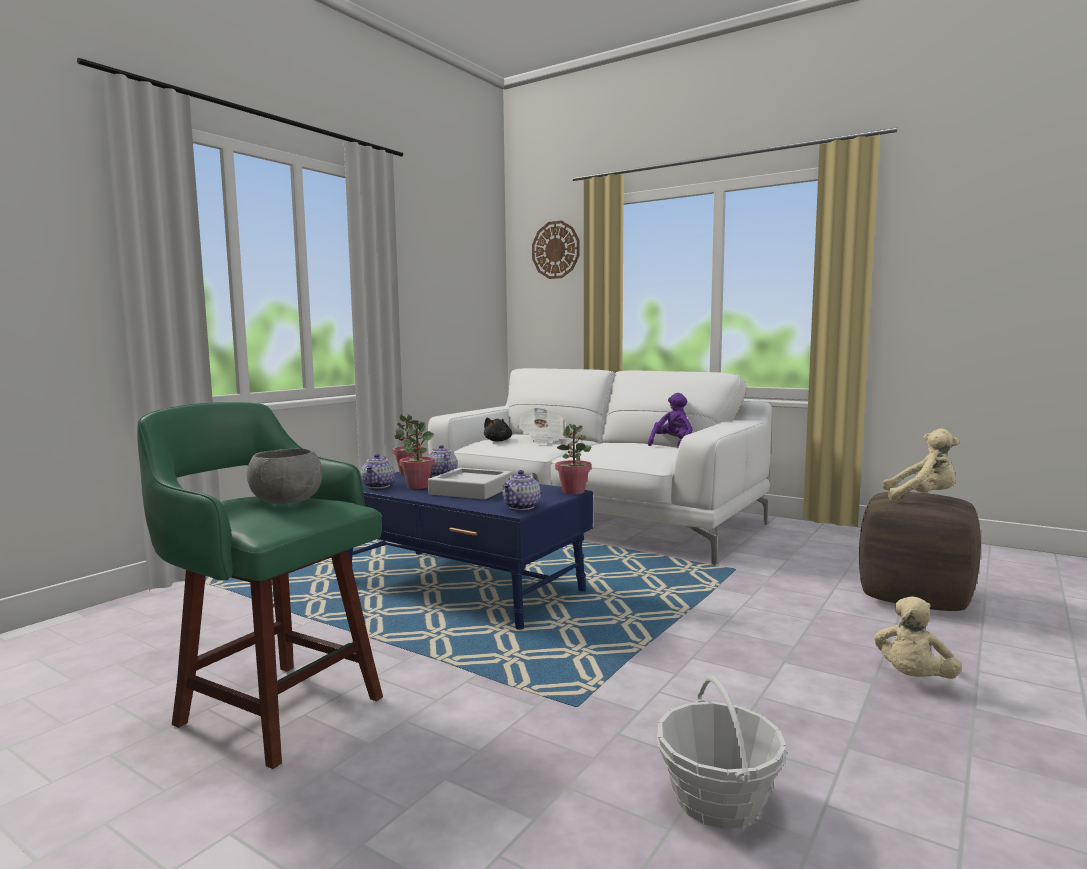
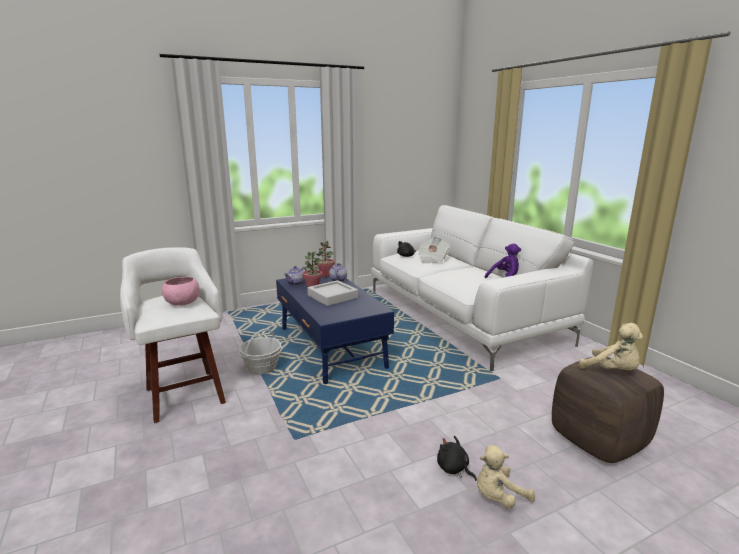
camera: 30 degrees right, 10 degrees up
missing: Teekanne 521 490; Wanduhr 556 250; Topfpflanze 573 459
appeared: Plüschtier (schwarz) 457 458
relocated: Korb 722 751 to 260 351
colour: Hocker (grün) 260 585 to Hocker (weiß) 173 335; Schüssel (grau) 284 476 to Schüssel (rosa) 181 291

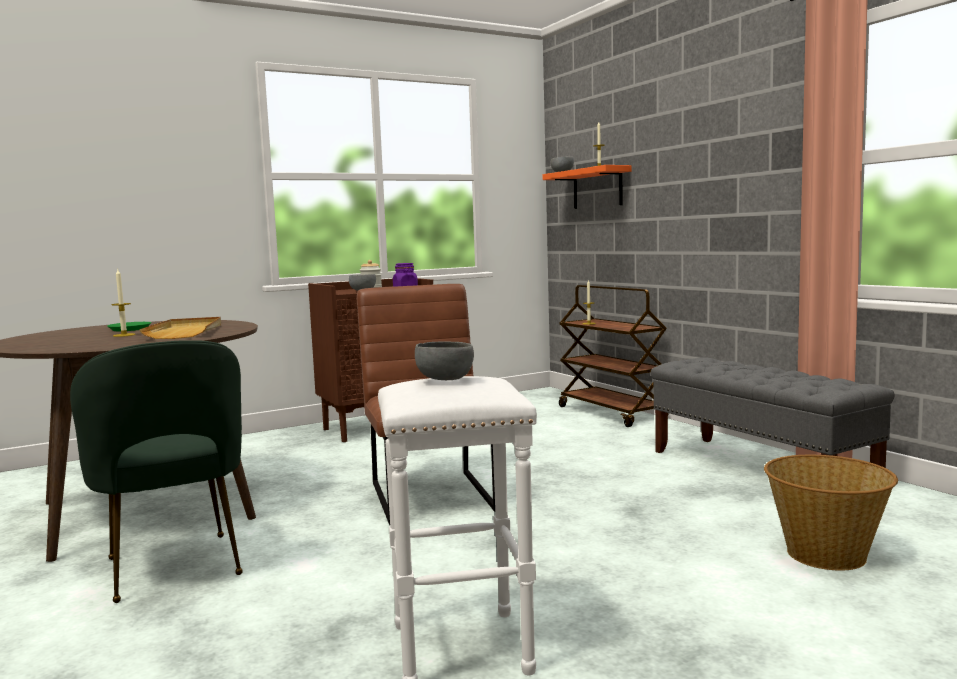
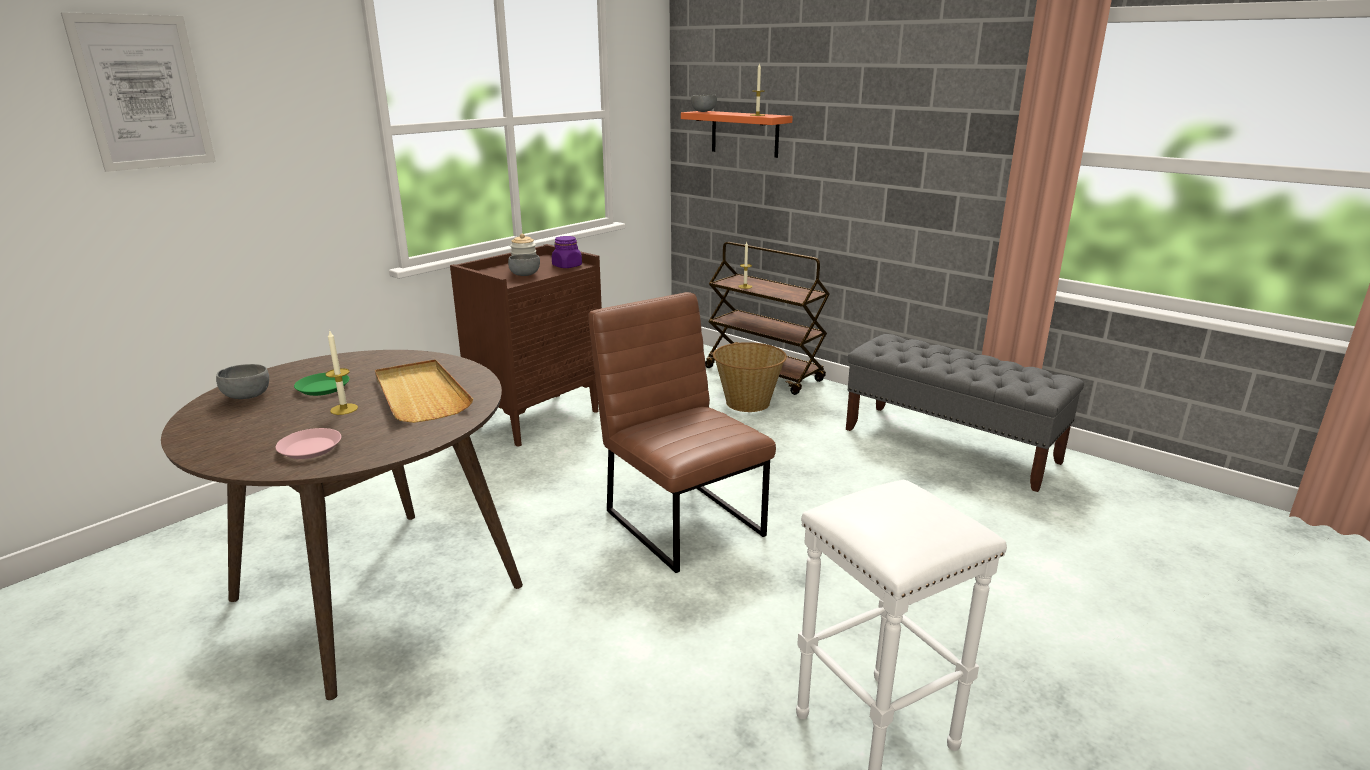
camera: 20 degrees left, 15 degrees up
missing: Stuhl (grün) 156 471
appeared: Bild 138 92; Teller (rosa) 308 443
relocated: Schüssel (grau) 444 361 to 242 381; Korb 831 513 to 750 377

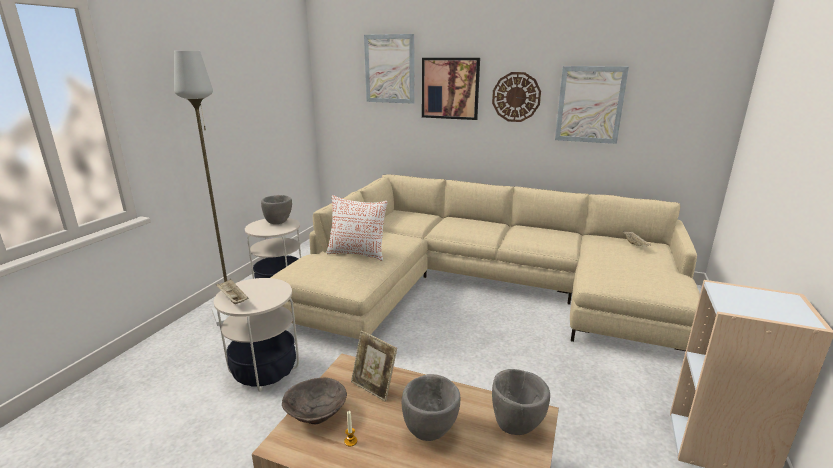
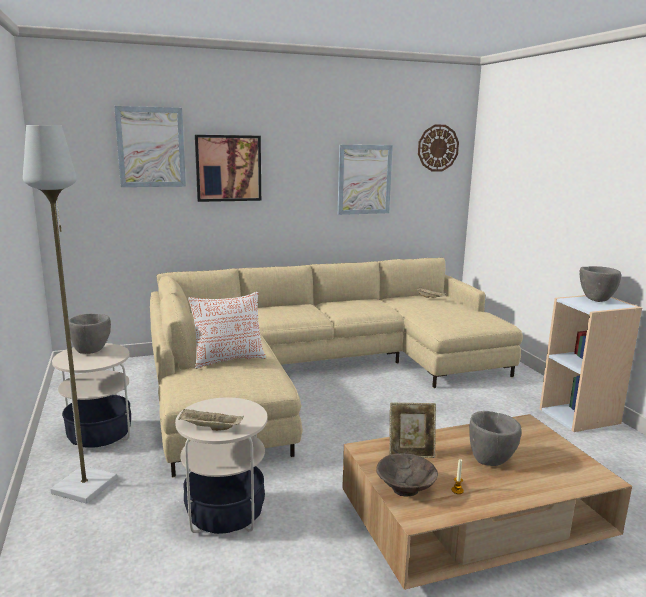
camera: 40 degrees left, 5 degrees down
relocated: Wanduhr 516 97 to 438 148; Schüssel (grau) 521 402 to 600 284

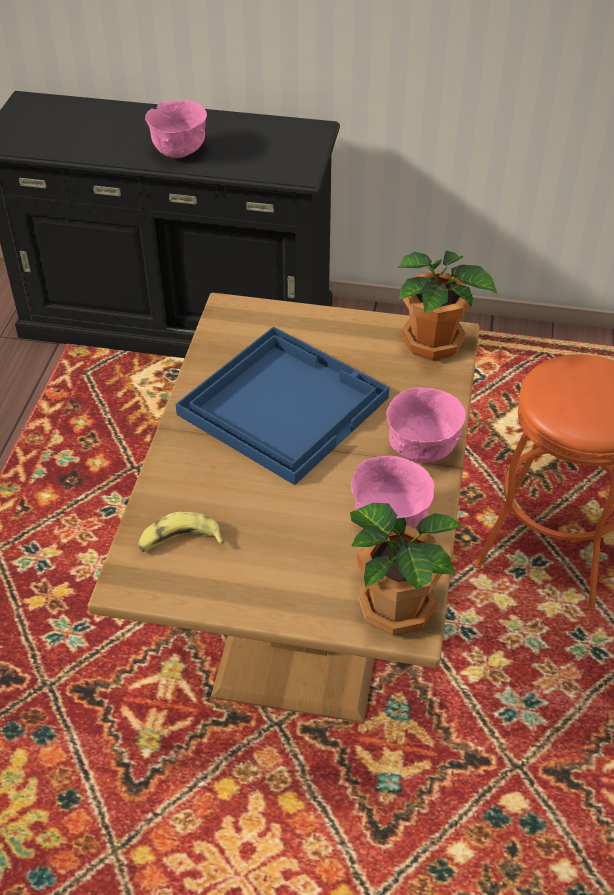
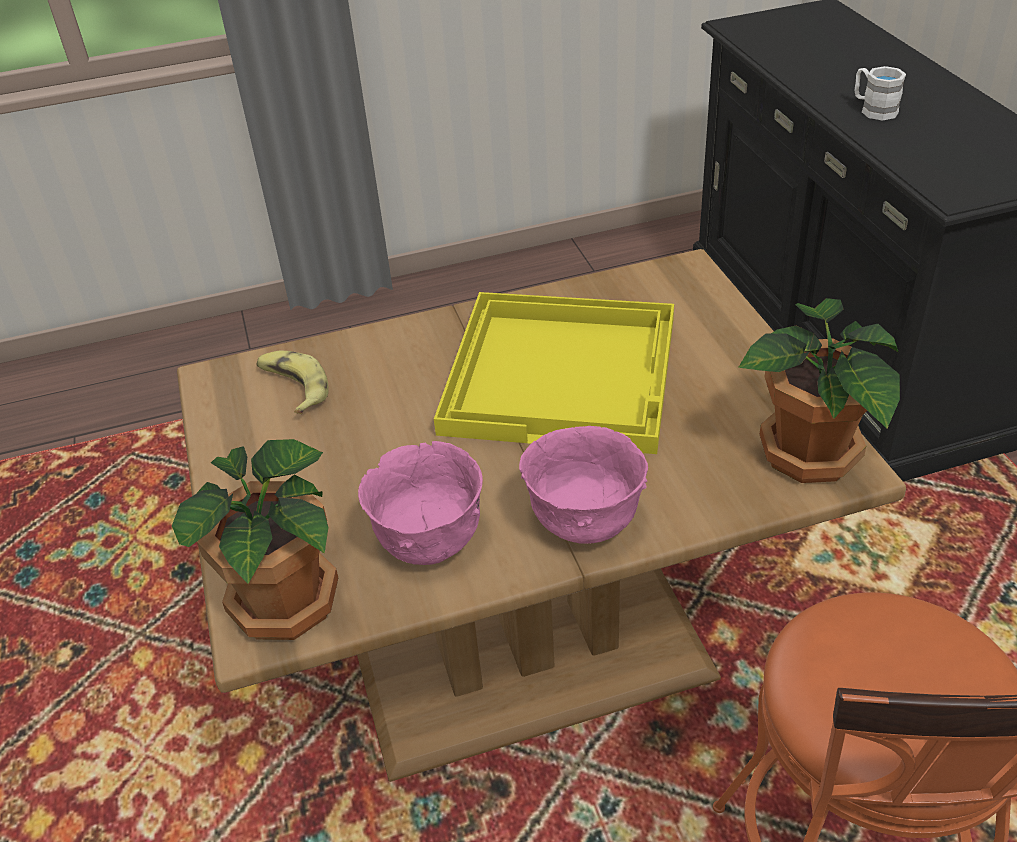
camera: 65 degrees right, 5 degrees down
exchanged: Schüssel (rosa) 176 129 to Henkelbecher (weiß) 880 93
colour: Tablett (blau) 282 405 to Tablett (gelb) 554 373

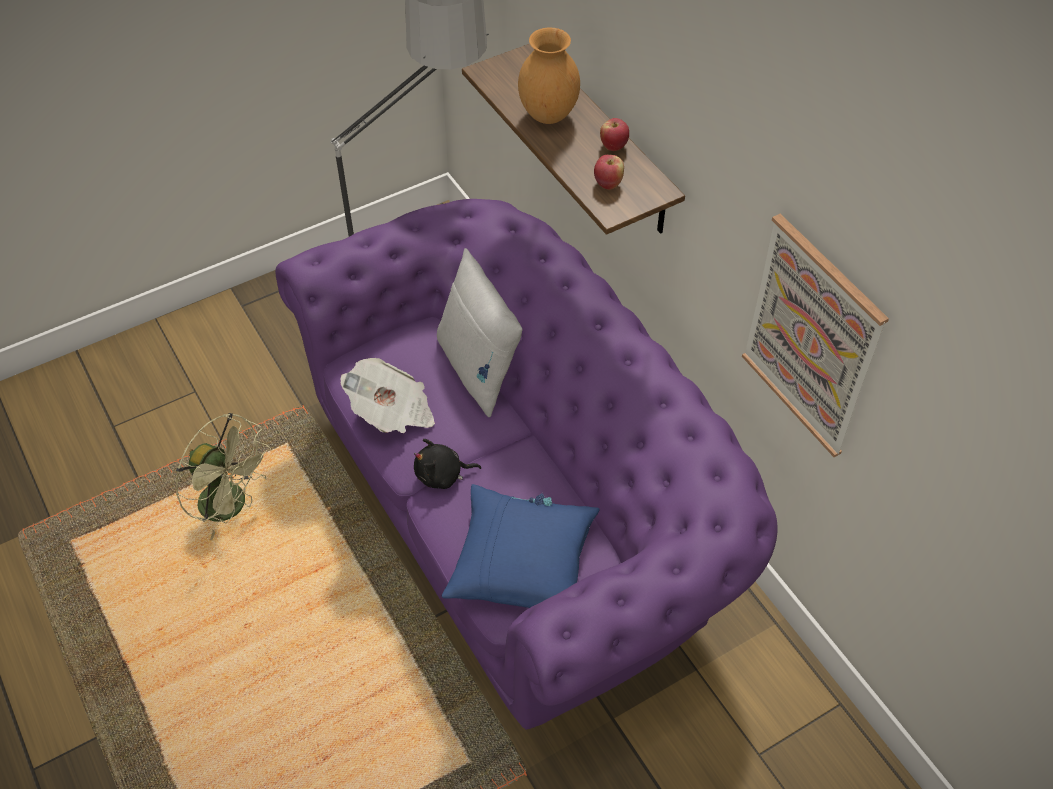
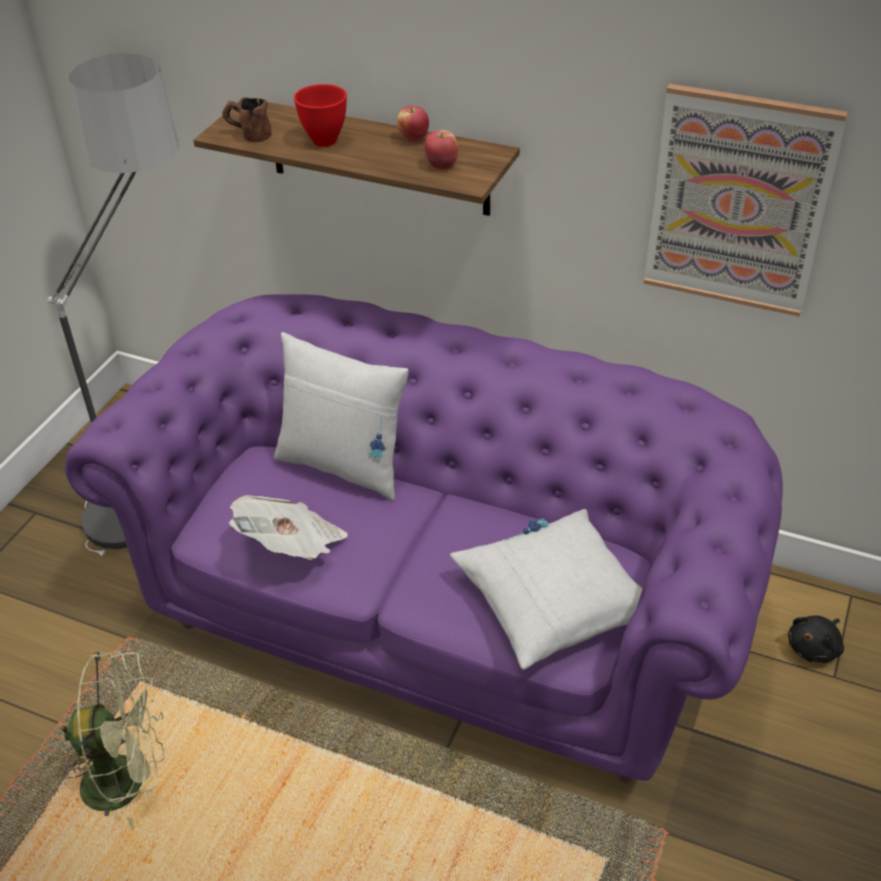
camera: 35 degrees left, 10 degrees down
appeared: Henkelbecher (braun) 246 119
relocated: Plüschtier (schwarz) 447 464 to 816 639
exchanged: Vase (braun) 549 76 to Schüssel (rot) 320 115
colour: Kissen (blau) 521 546 to Kissen (grau) 546 589

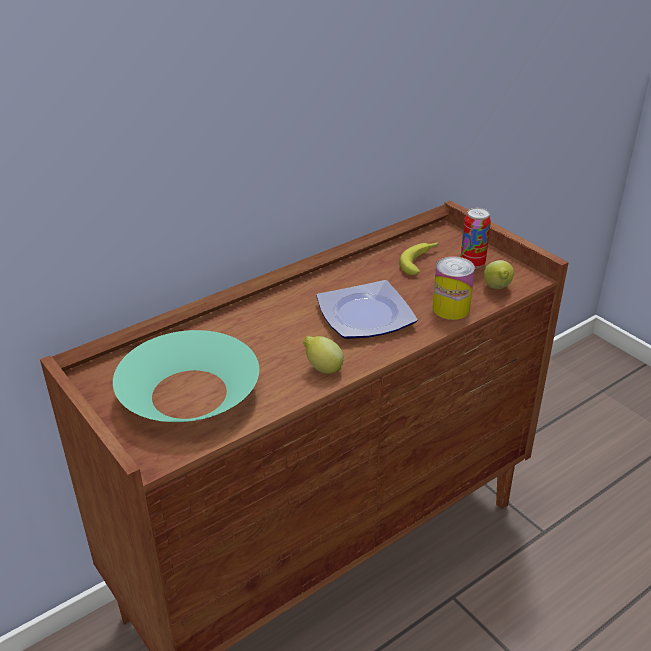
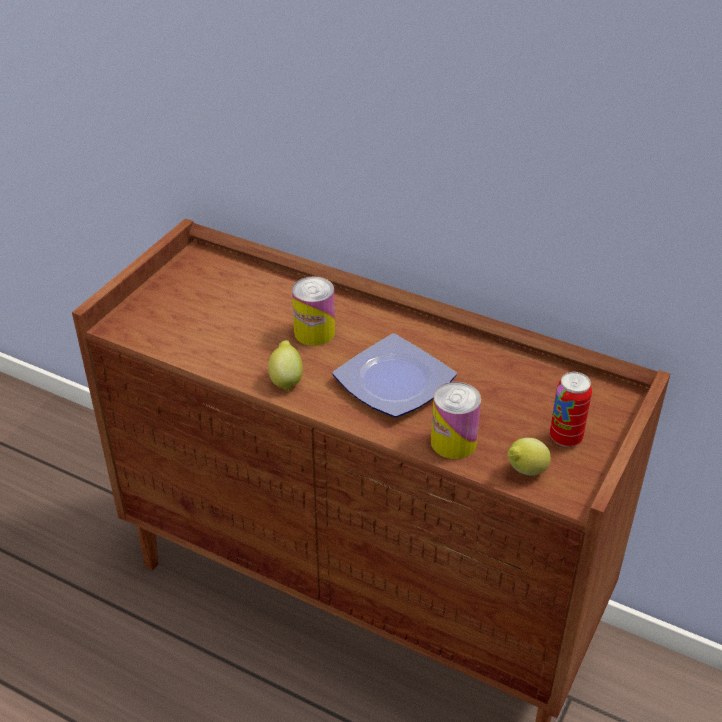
camera: 65 degrees right, 5 degrees up
missing: Schüssel (türkis) 186 376; Banane 418 258
appeared: Dose 313 311

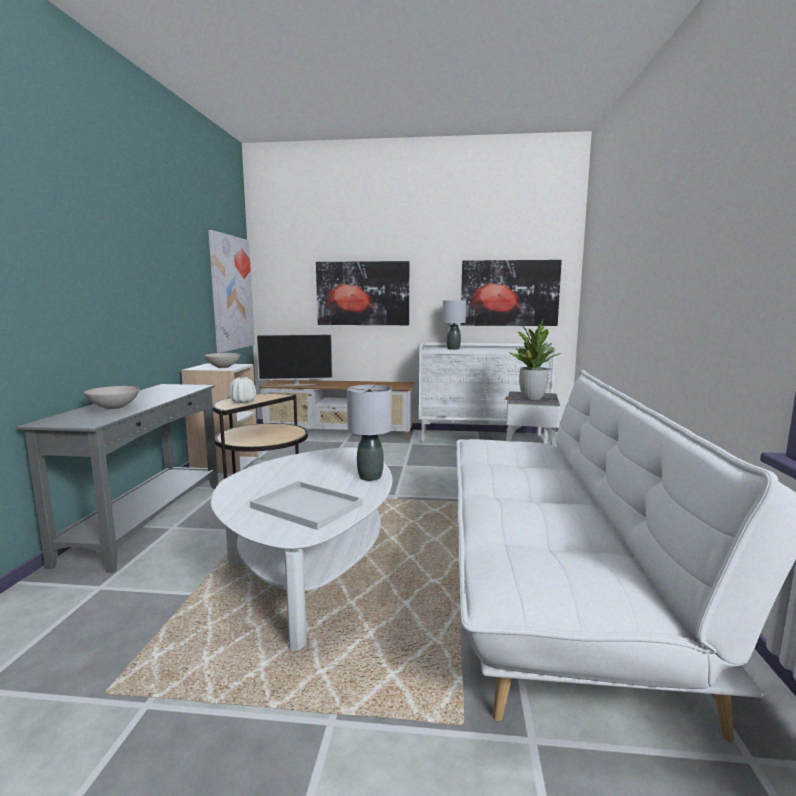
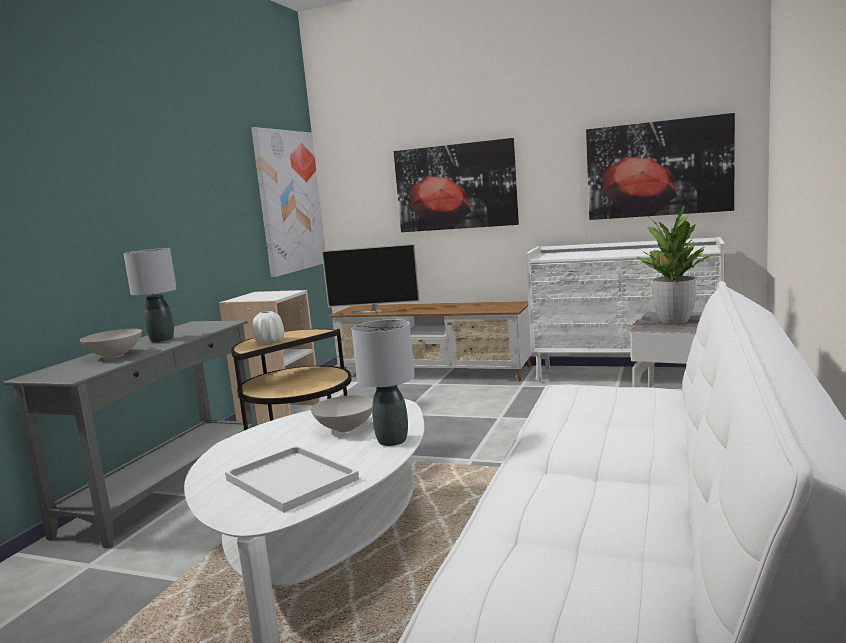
camera: 15 degrees right, 0 degrees up
relocated: Tischlampe (grau) 454 325 to 150 295; Schüssel (weiß) 222 360 to 342 413

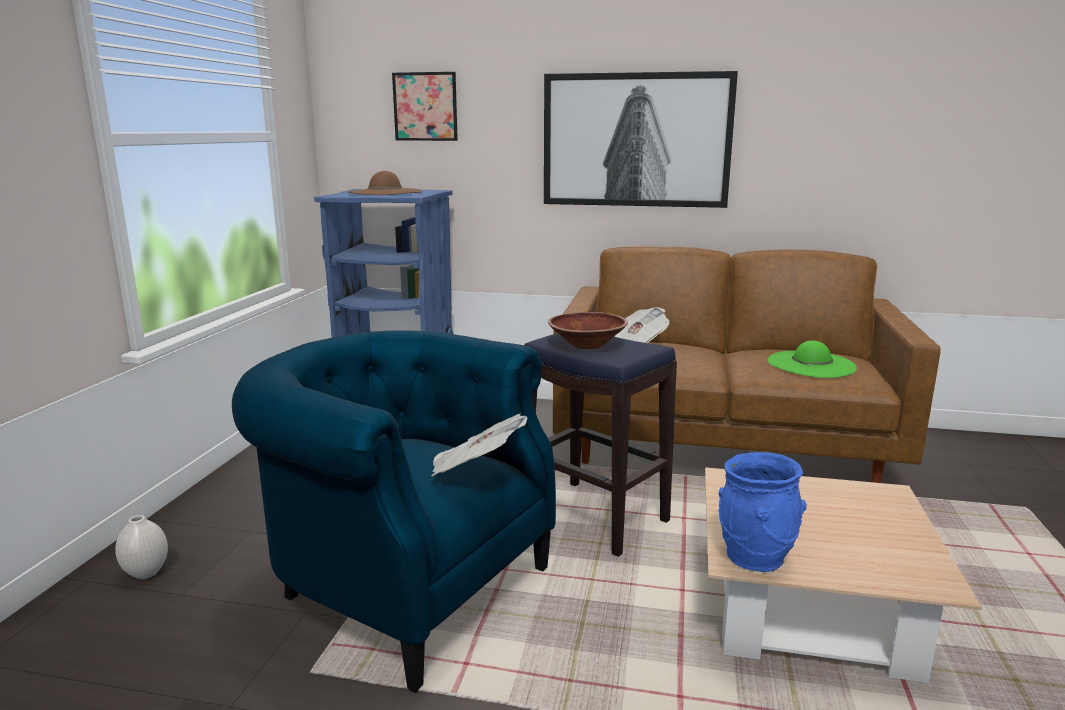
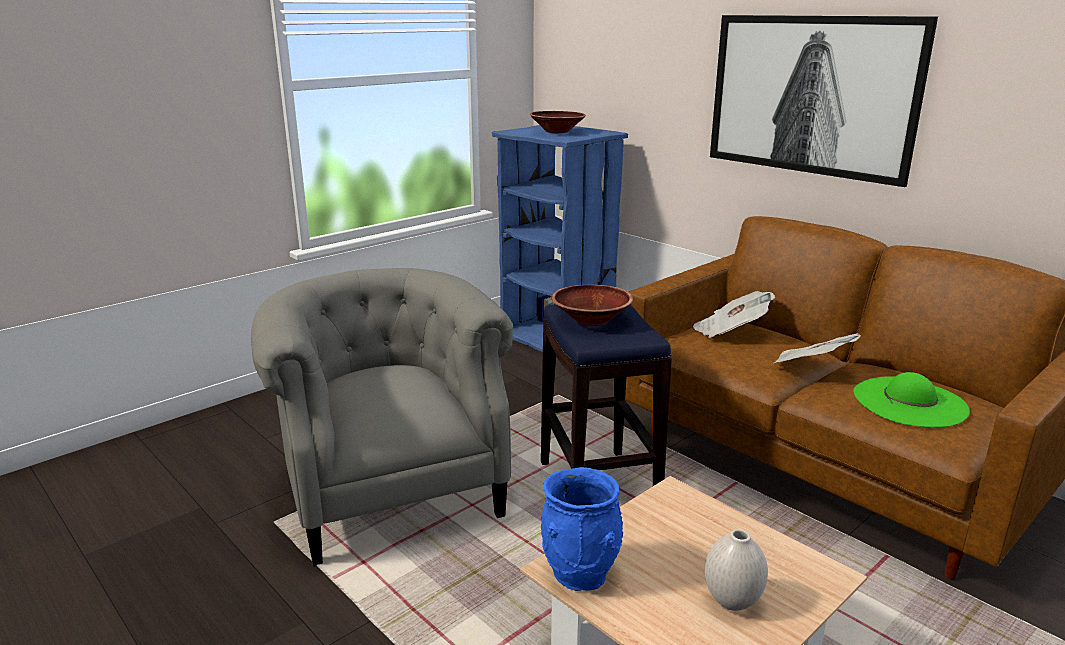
camera: 35 degrees right, 5 degrees up
missing: Bild 425 106
relocated: Vase (weiß) 141 547 to 736 570; Zeitung 479 445 to 817 348
exchanged: Hut (braun) 385 183 to Schüssel (braun) 558 122
colour: Sessel (blau) 394 511 to Sessel (grau) 382 417

